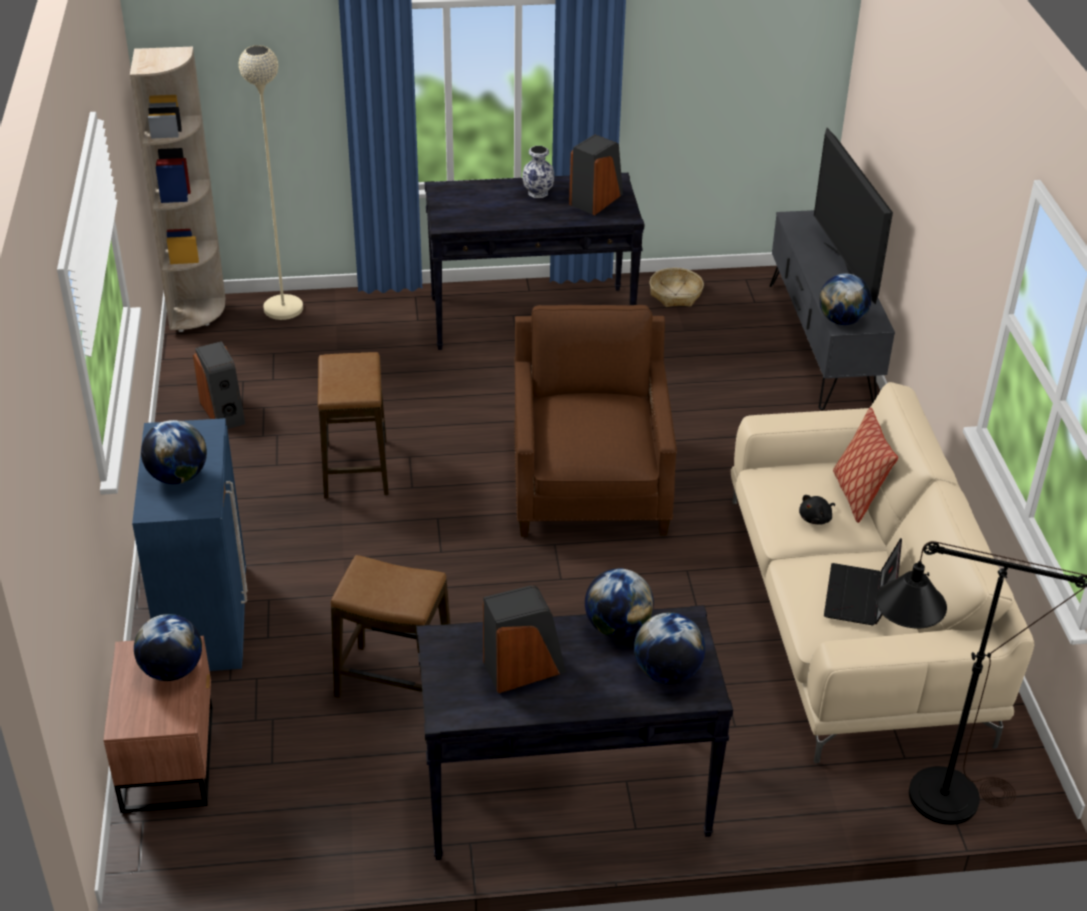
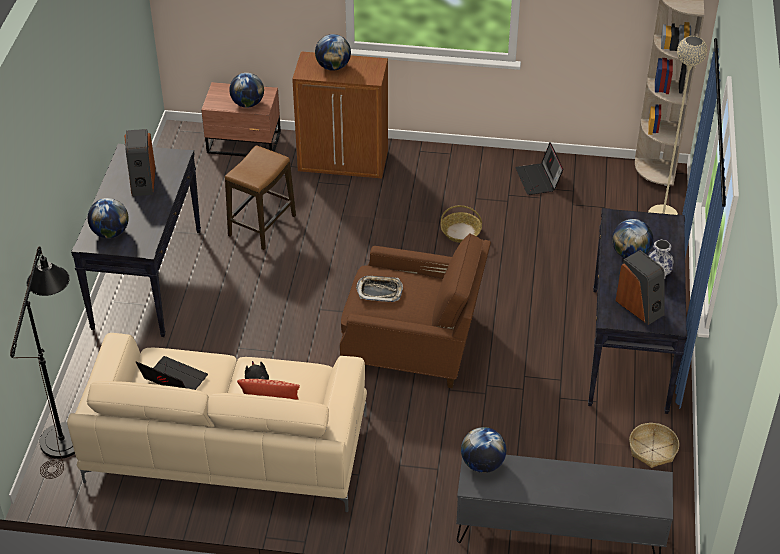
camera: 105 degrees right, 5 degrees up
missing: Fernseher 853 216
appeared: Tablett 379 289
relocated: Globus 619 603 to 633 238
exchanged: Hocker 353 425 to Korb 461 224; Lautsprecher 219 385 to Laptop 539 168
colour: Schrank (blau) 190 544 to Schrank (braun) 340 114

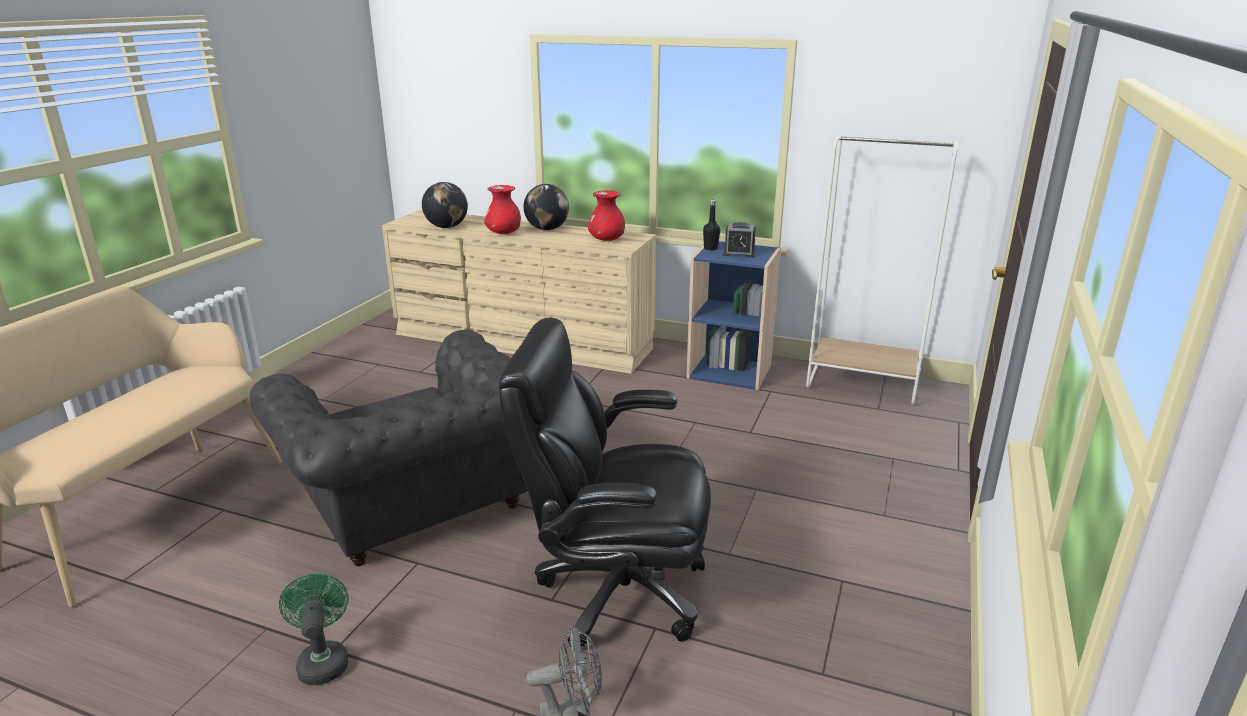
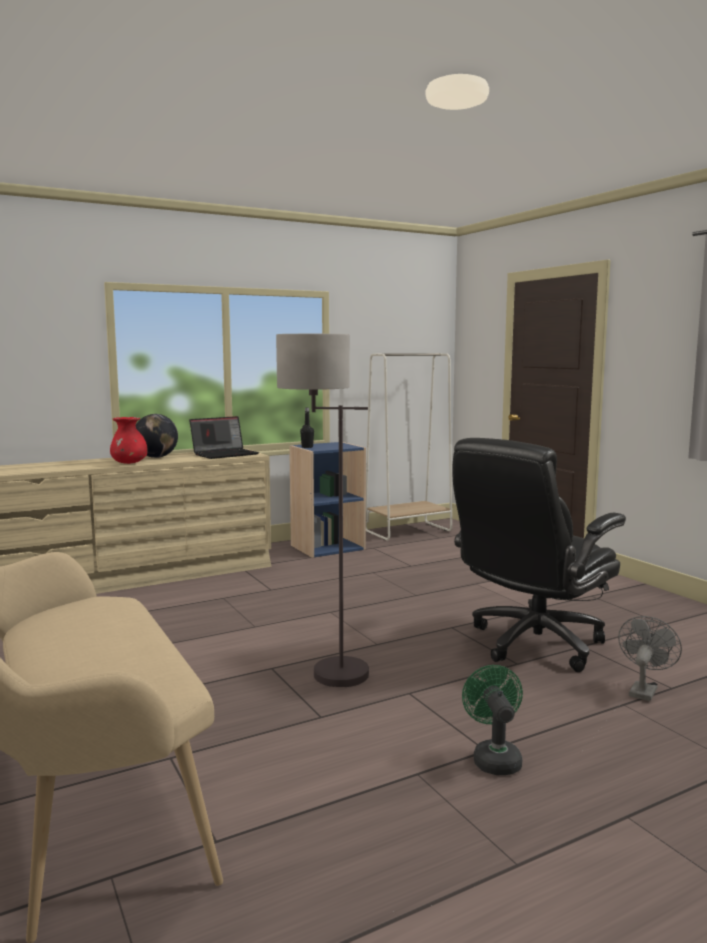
camera: 50 degrees left, 15 degrees down
missing: Globus 445 205; Wecker 739 240
exchanged: Vase (rot) 606 215 to Laptop 224 437; Sessel (grau) 389 447 to Stehlampe (grau) 322 510
spun: Ventilator (grün) 314 629 = 492 720 60 degrees clockwise

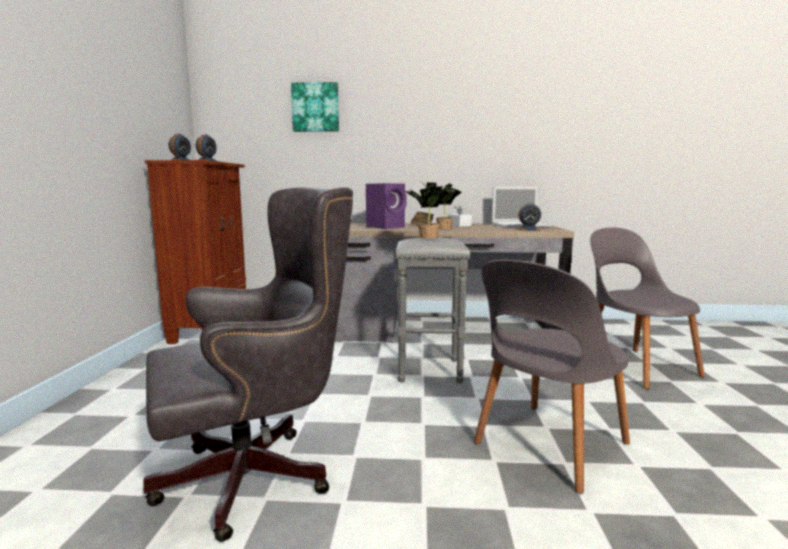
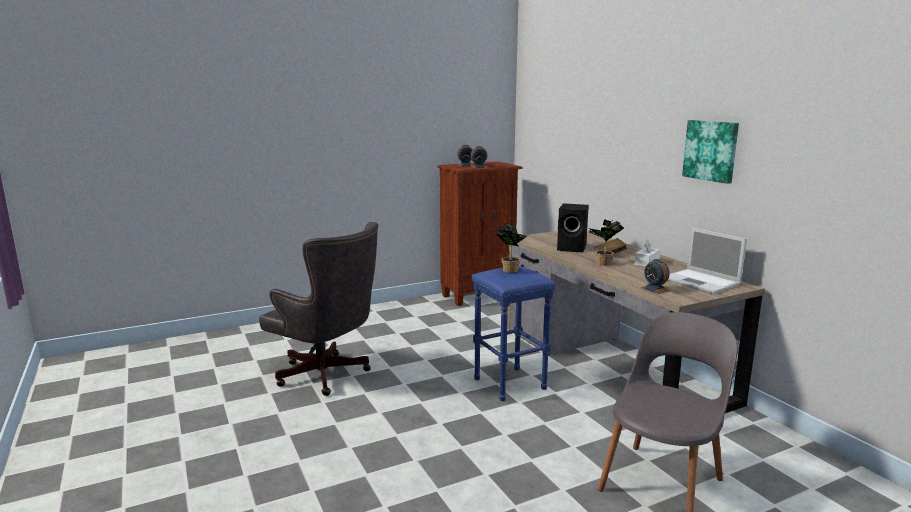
camera: 60 degrees right, 5 degrees up
missing: Stuhl (grau) 552 377
relocated: Bild 315 107 to 710 152
colour: Hocker (grau) 432 310 to Hocker (blau) 514 333; Lautsprecher (lila) 386 206 to Lautsprecher (schwarz) 573 227

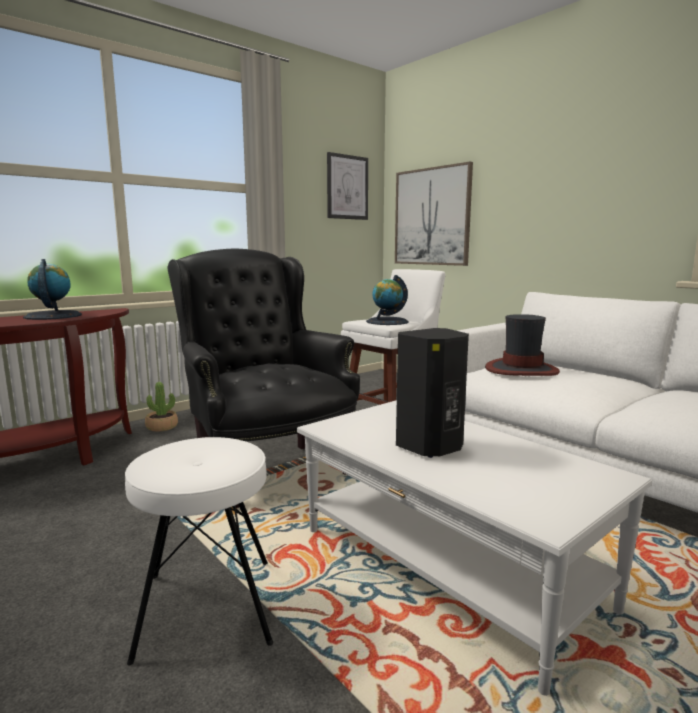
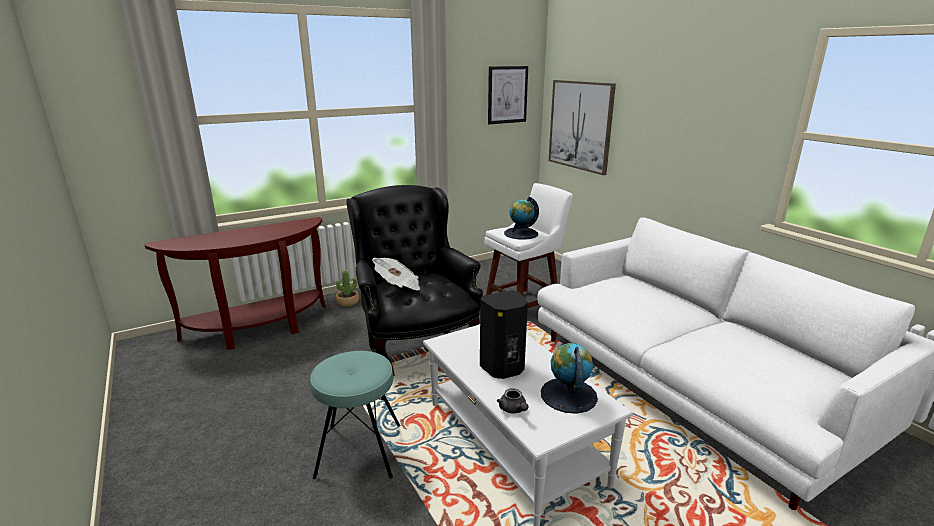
camera: 10 degrees right, 10 degrees up
missing: Hut 522 345
appeared: Zeitung 396 274; Teekanne (grau) 512 401
relocated: Globus 52 289 to 569 378
colour: Hocker (weiß) 199 551 to Hocker (türkis) 355 415

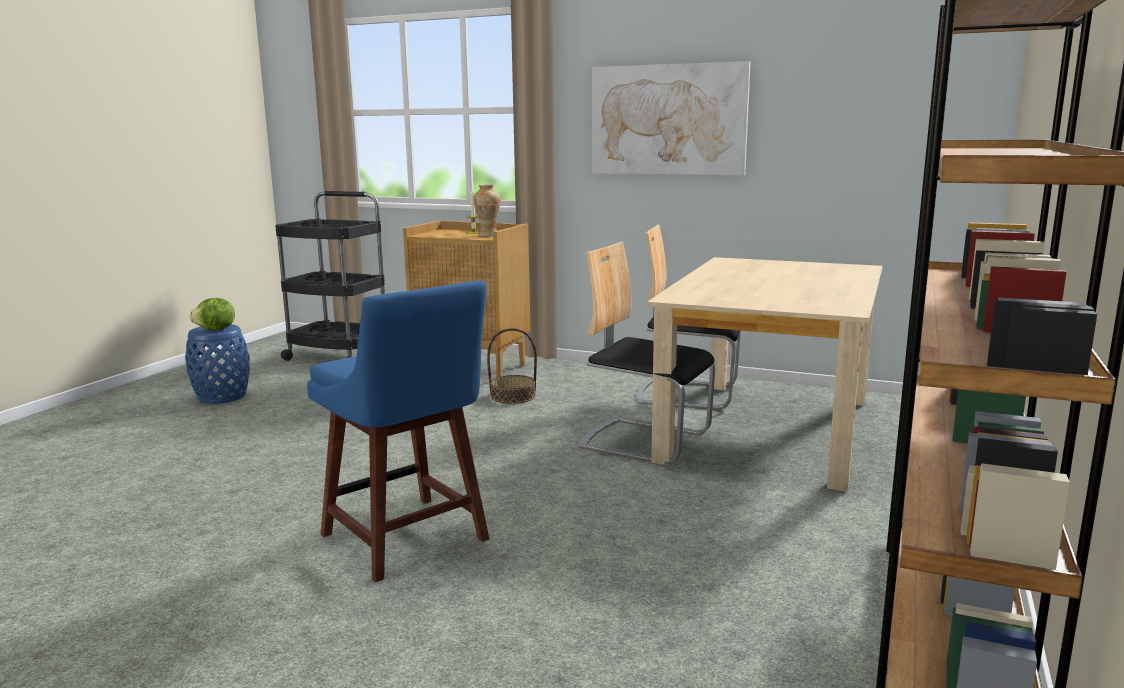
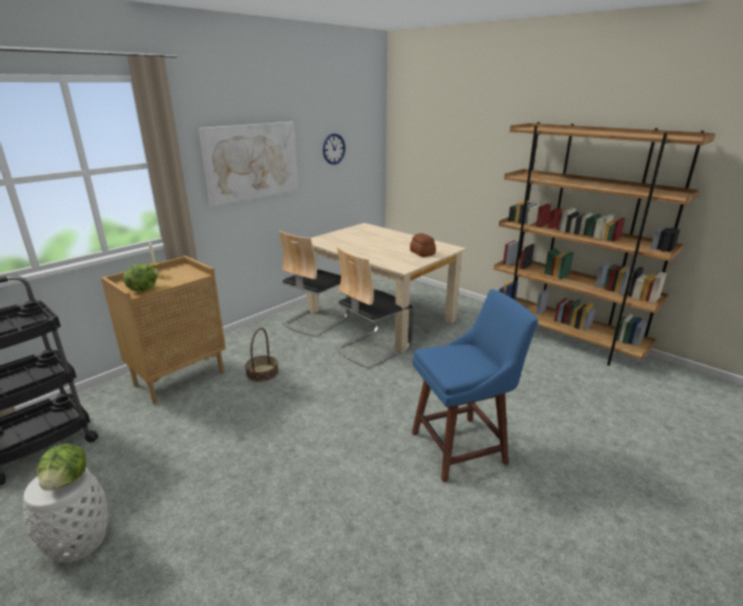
camera: 70 degrees left, 10 degrees up
missing: Vase 486 210
appeared: Salatkopf 141 277; Wanduhr 334 149; Brot 423 245
colour: Hocker (blau) 217 364 to Hocker (weiß) 65 515

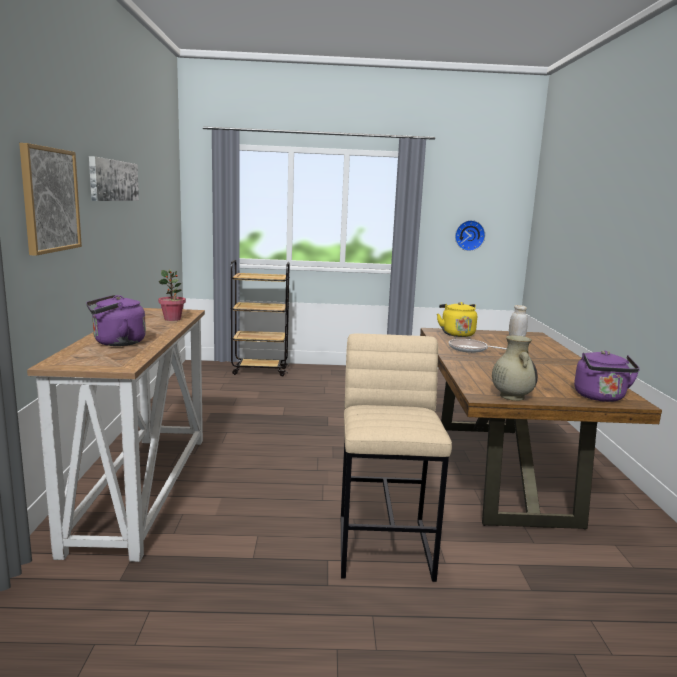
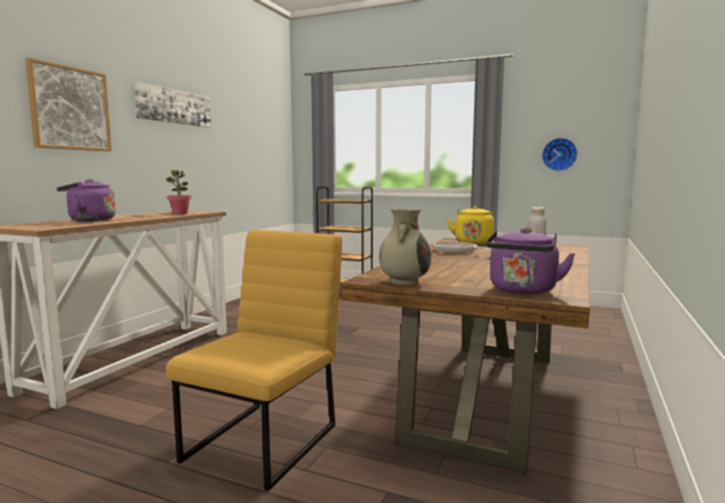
camera: 25 degrees right, 5 degrees down
exchanged: Hocker (beige) 396 458 to Stuhl (gelb) 254 360

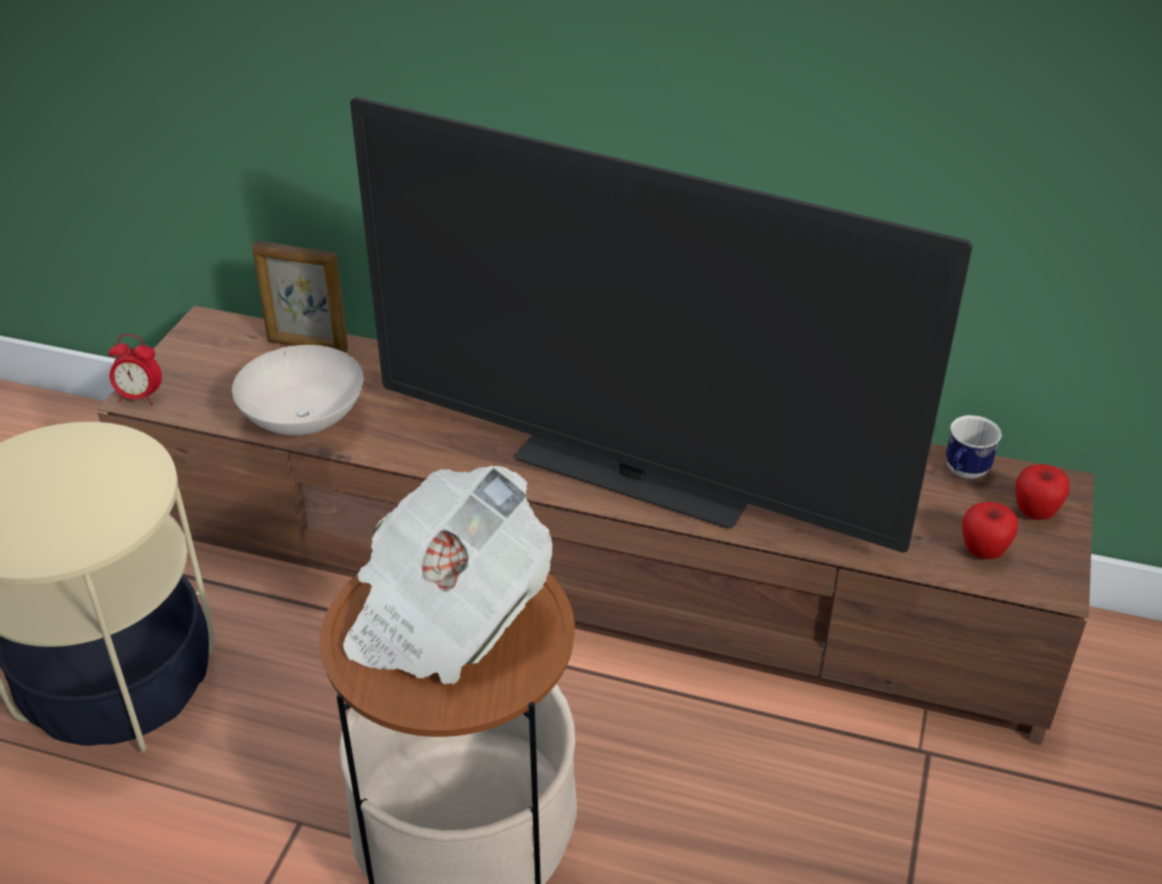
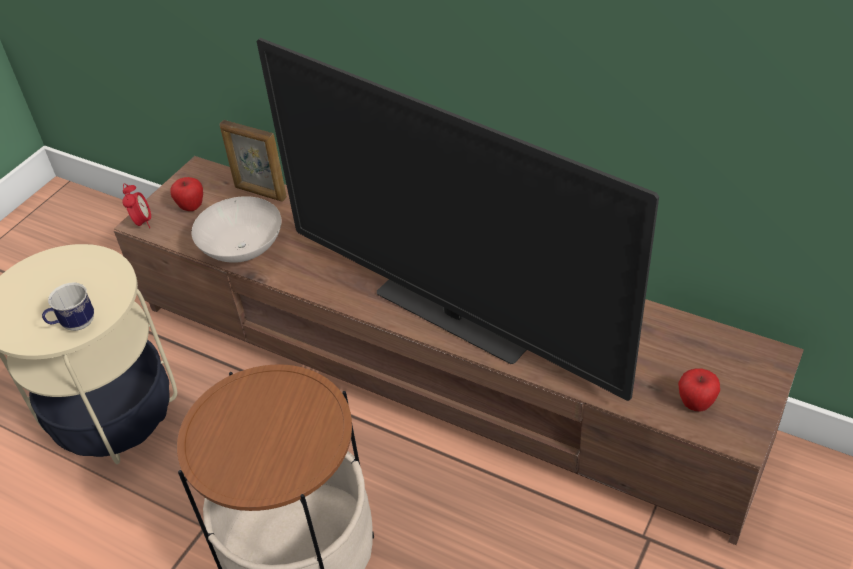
camera: 15 degrees right, 5 degrees up
missing: Zeitung 447 575
relocated: Henkelbecher 973 447 to 68 306; Apfel 1042 492 to 187 194
spun: Wecker 135 369 = 136 205 120 degrees counterclockwise

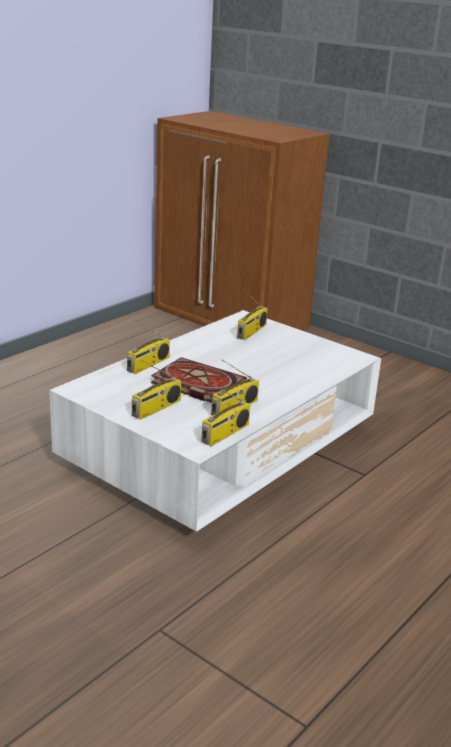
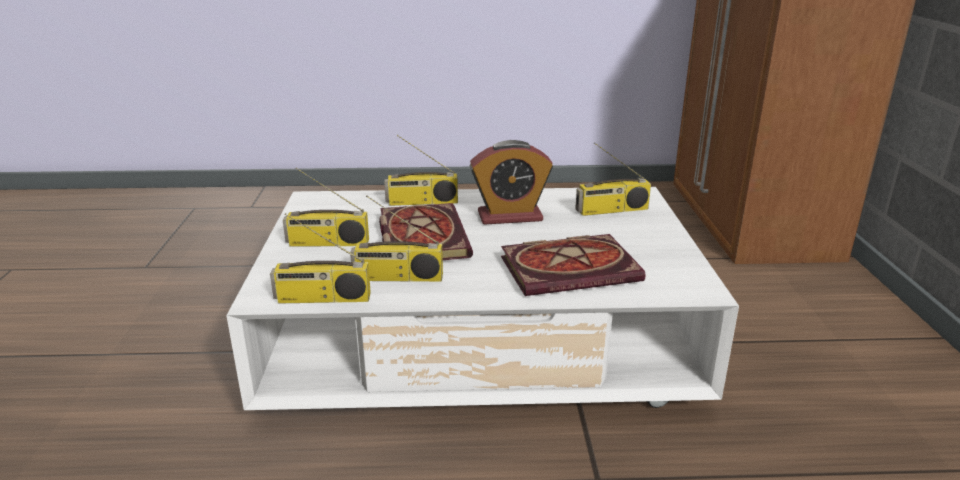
camera: 50 degrees right, 0 degrees up
appeared: Wecker 511 182; Buch 573 265

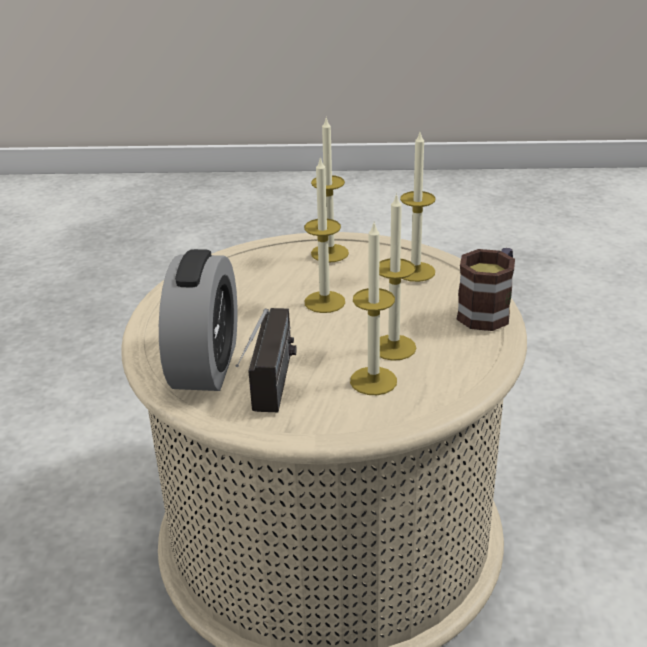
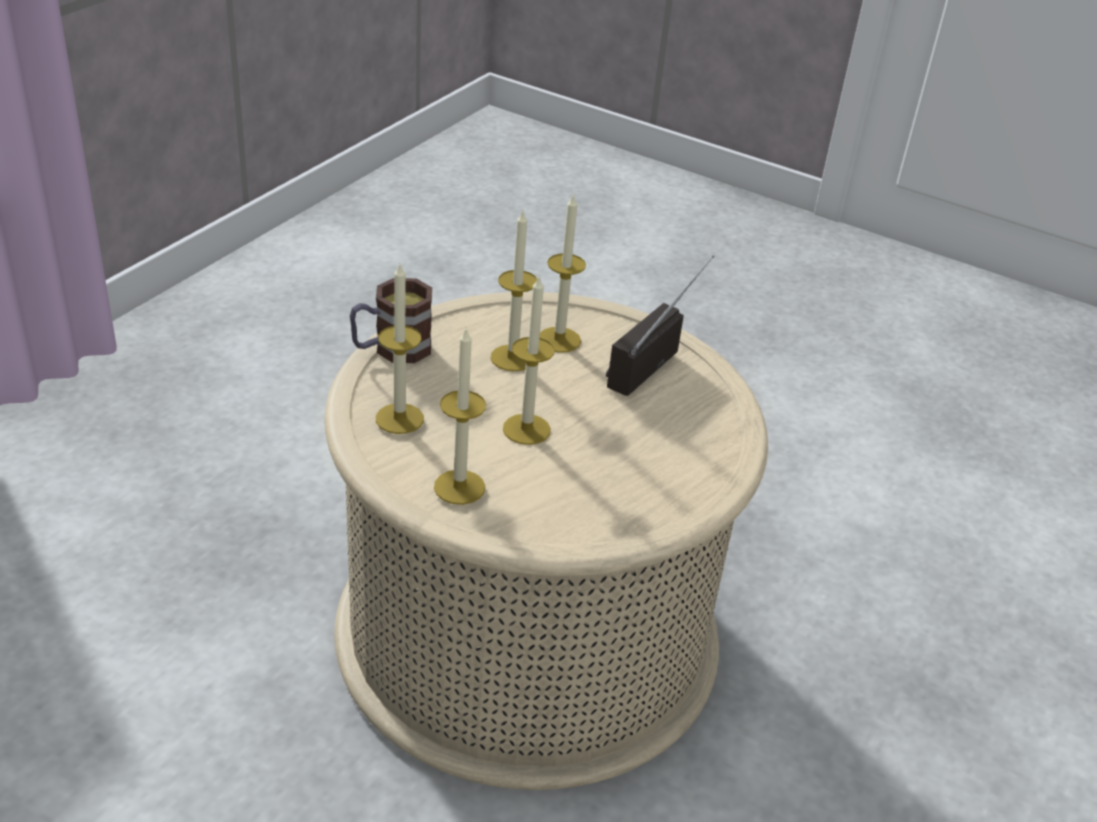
camera: 155 degrees left, 5 degrees up
missing: Wecker 198 320

